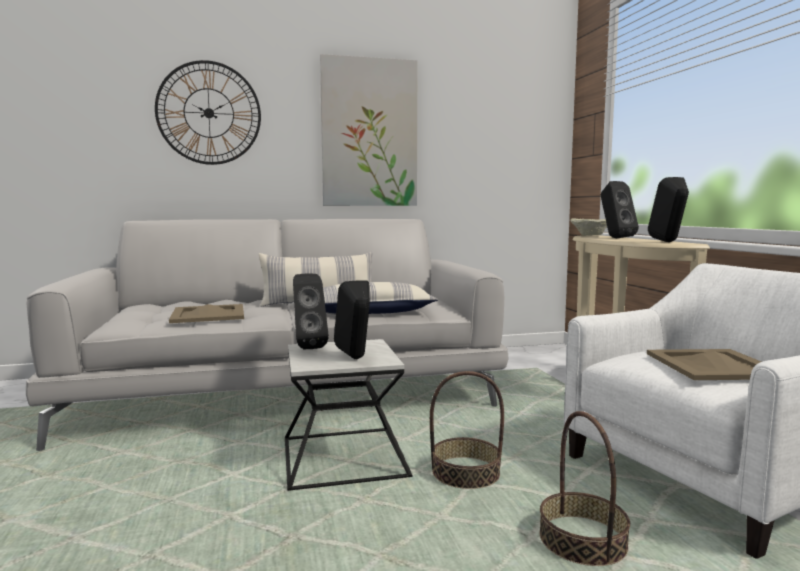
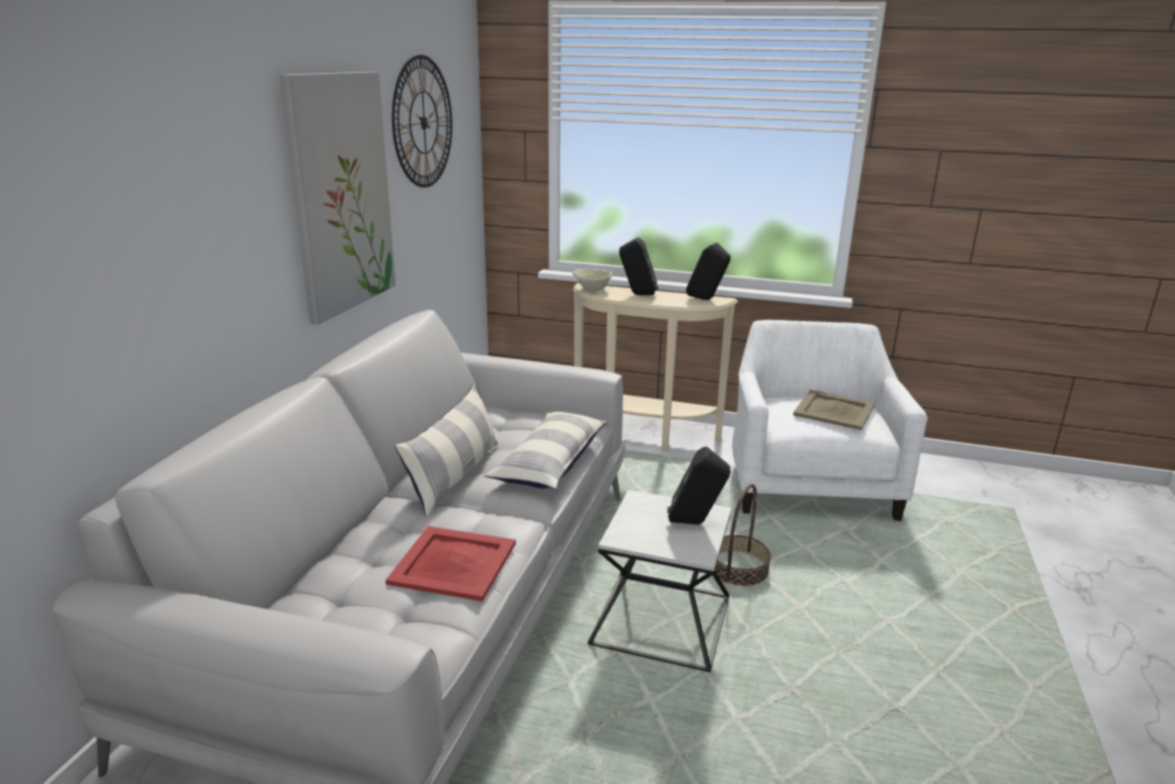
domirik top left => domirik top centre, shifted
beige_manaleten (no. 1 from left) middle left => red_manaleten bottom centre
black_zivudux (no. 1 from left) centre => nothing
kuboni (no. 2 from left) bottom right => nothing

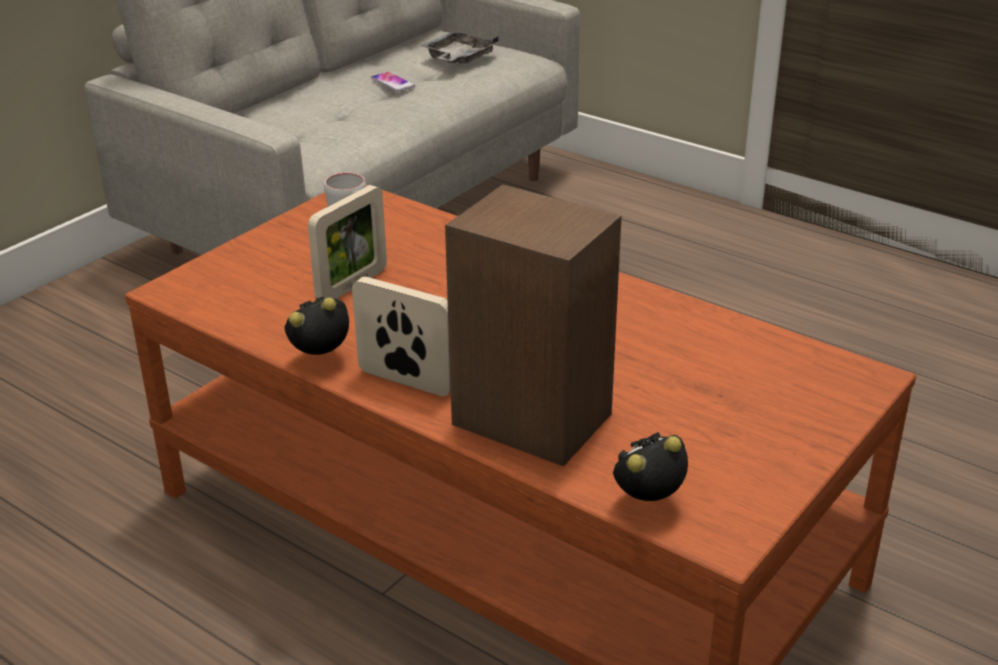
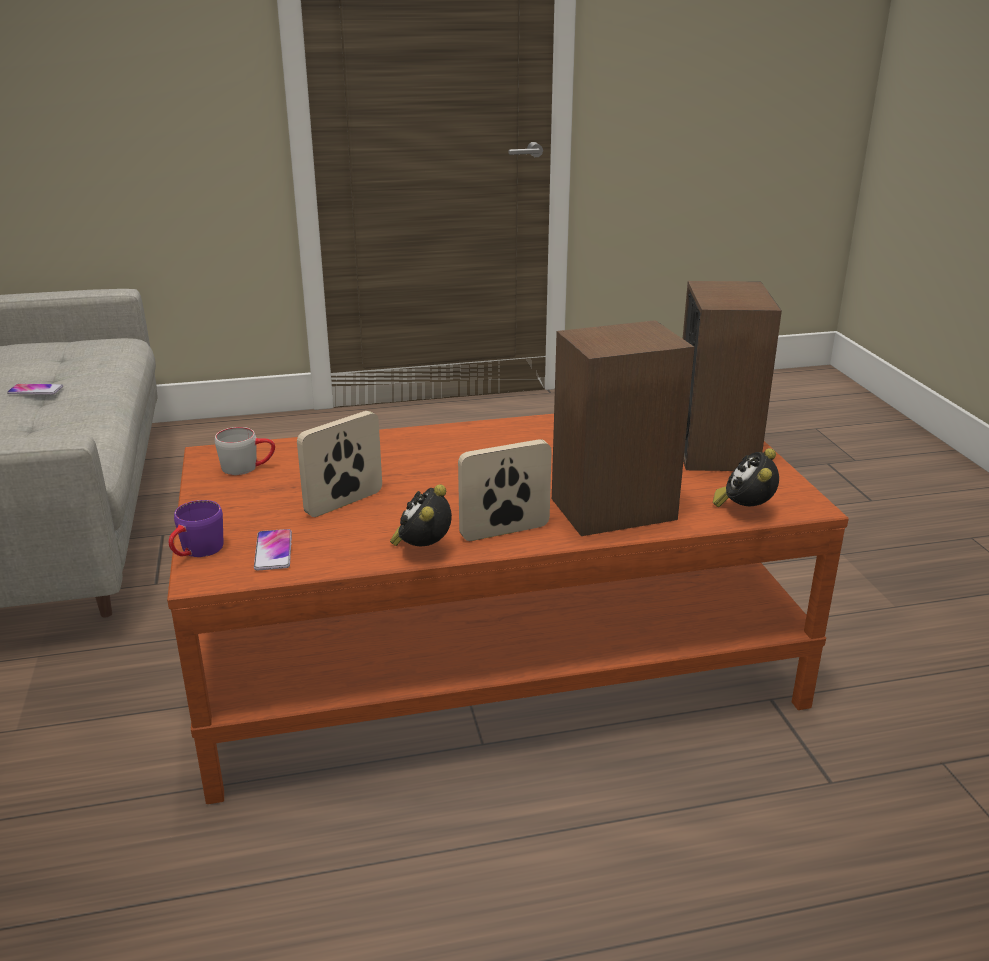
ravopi (no. 1 from left) centre, 120 degrees counterclockwise
grey_manaleten top centre => nothing
nothing => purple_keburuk middle left
nothing => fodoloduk (no. 2 from left) middle left
nothing => zivudux (no. 2 from left) middle right

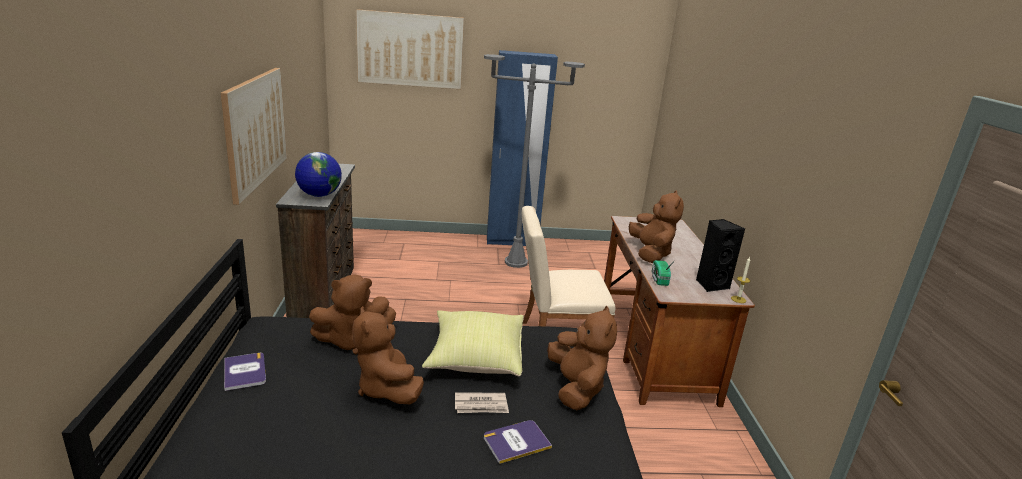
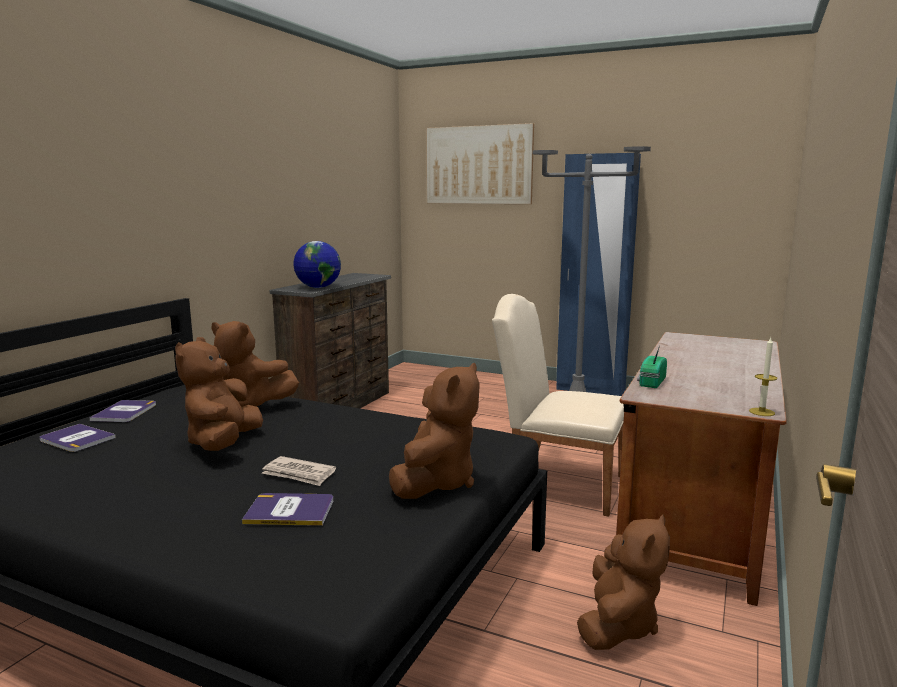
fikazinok (no. 1 from left) top left => nothing
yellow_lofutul bottom centre => nothing
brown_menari (no. 4 from left) centre => brown_menari (no. 4 from left) bottom right, shifted
black_zivudux middle right => nothing
nothing => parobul (no. 1 from left) middle left

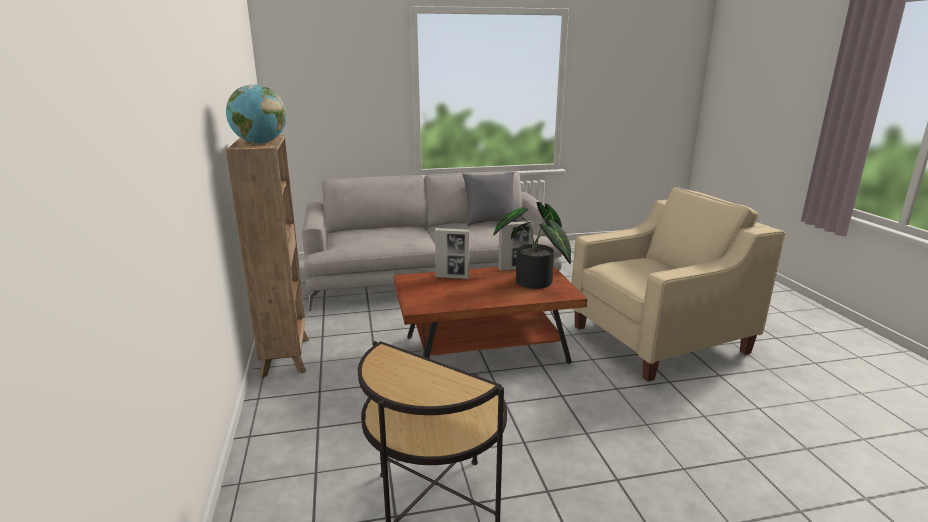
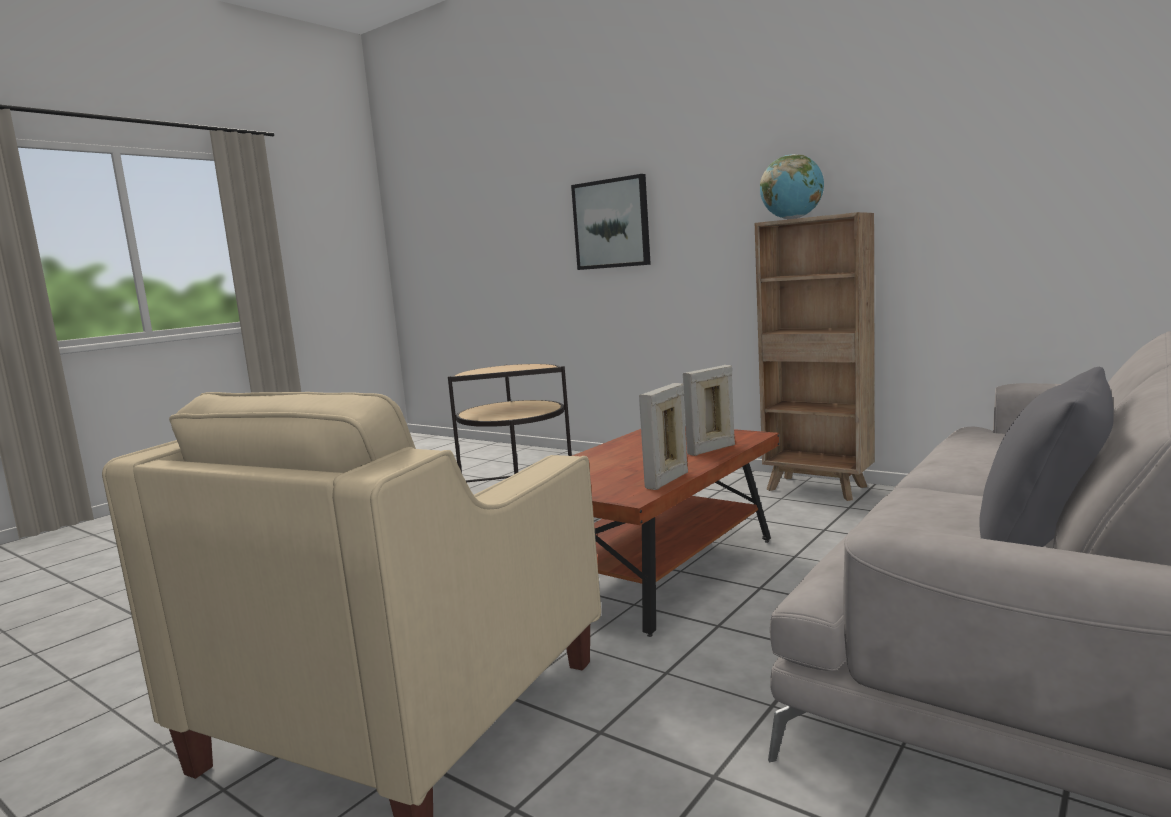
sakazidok centre => nothing
nothing => fikazinok top centre

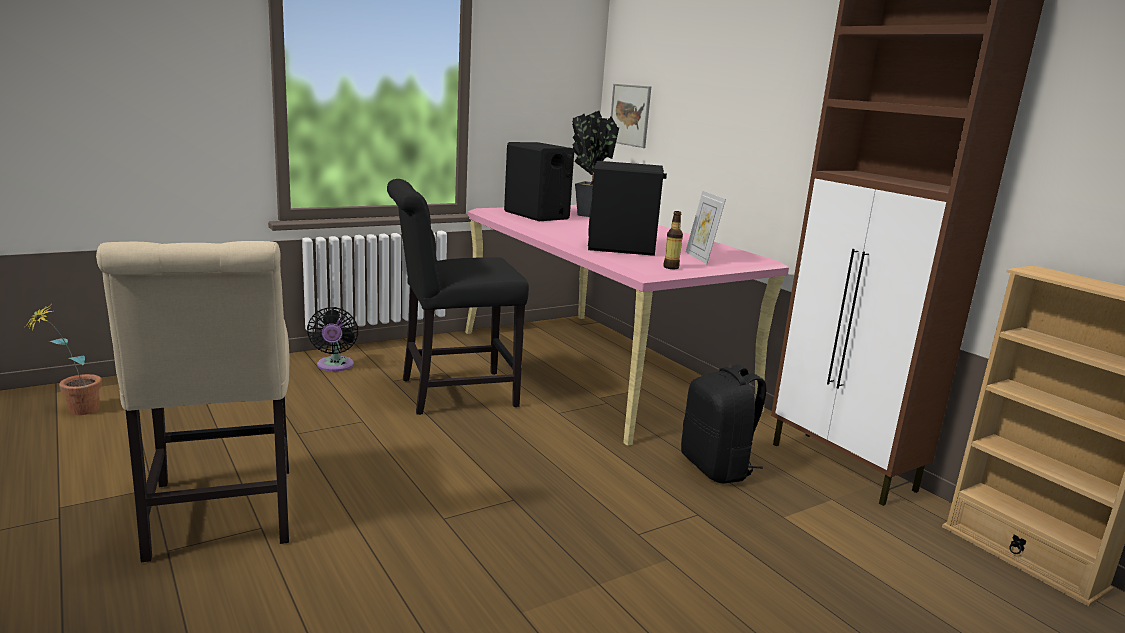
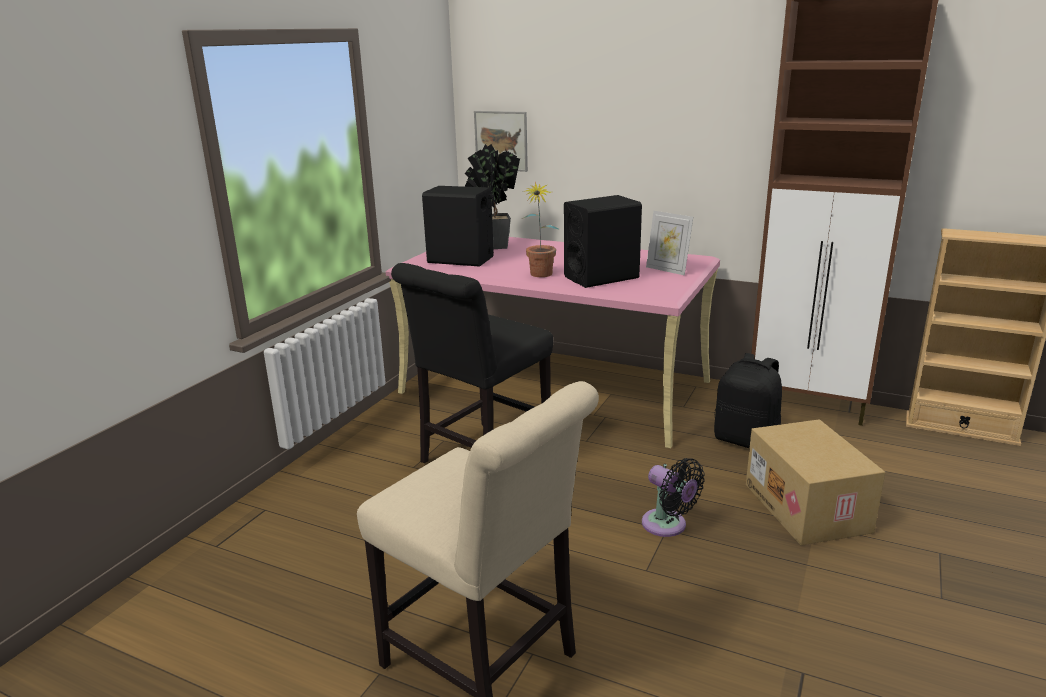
sakazidok (no. 1 from left in the first image) middle left => sakazidok (no. 2 from left) top centre, shifted
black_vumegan middle left => black_vumegan bottom centre, shifted
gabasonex centre => nothing
nothing => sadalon bottom right

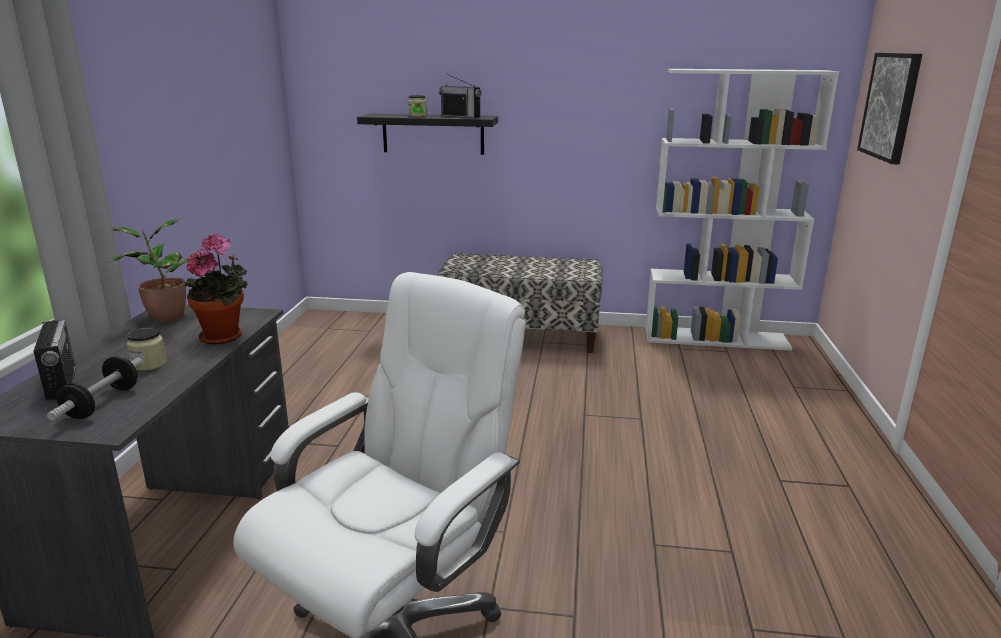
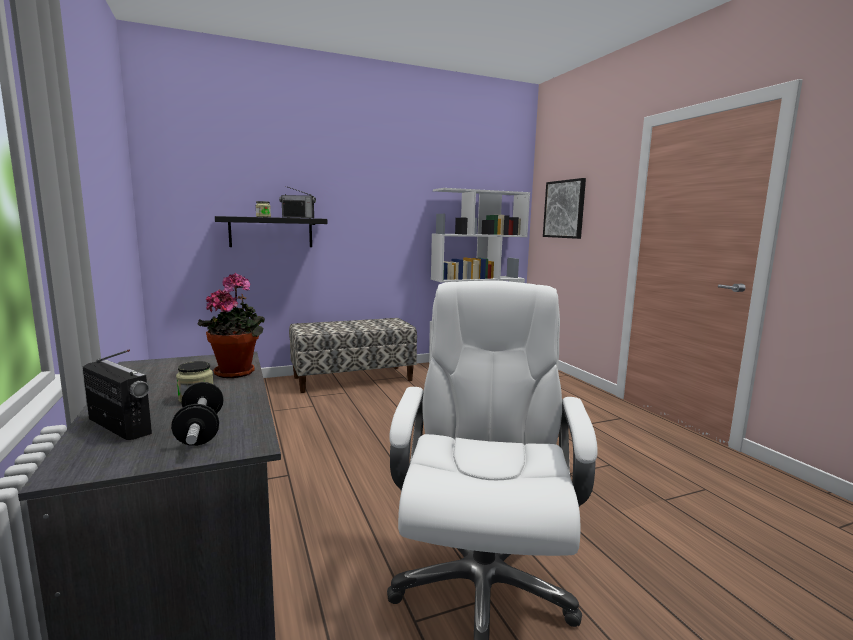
sakazidok (no. 1 from left) middle left => nothing

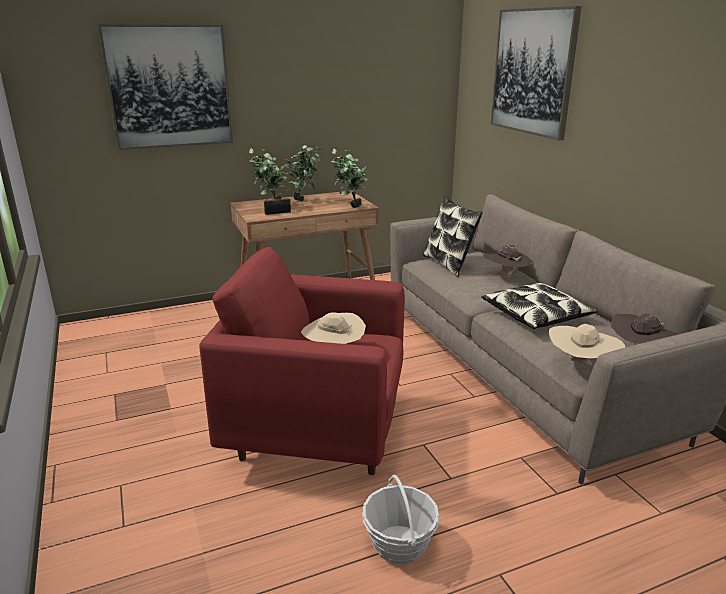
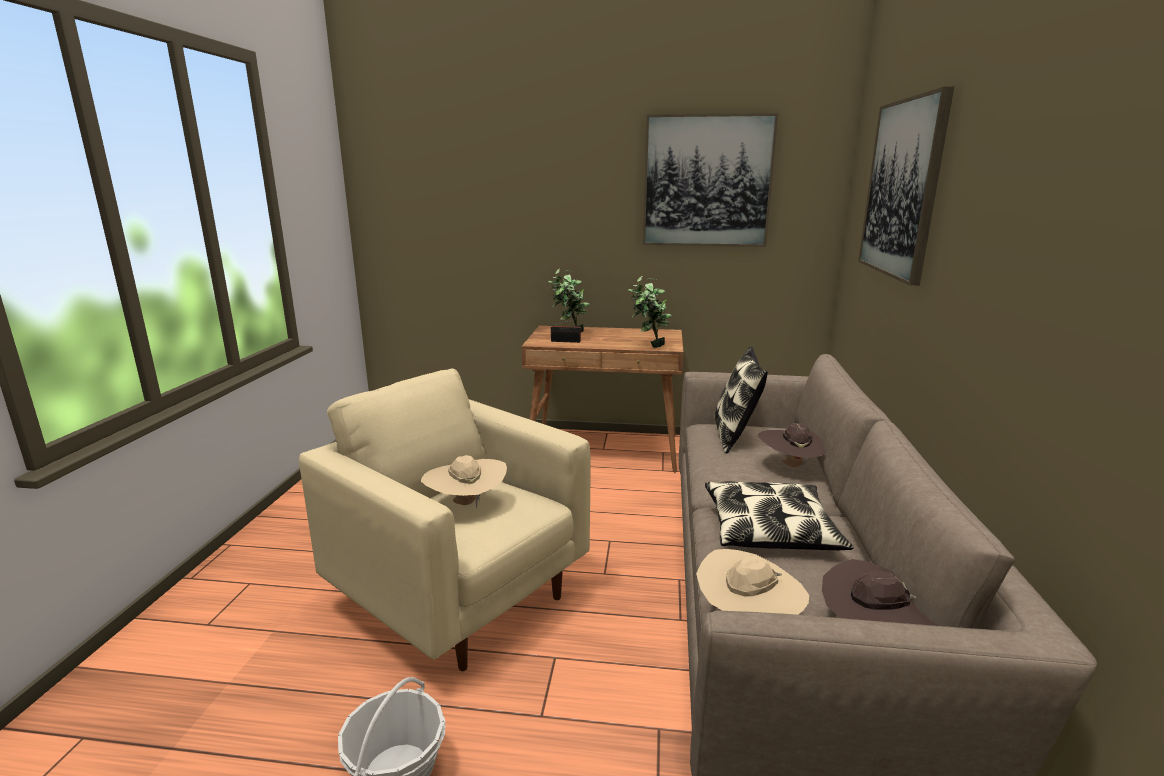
fikazinok (no. 1 from left) top left => fikazinok (no. 1 from left) top centre, shifted
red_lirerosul centre => beige_lirerosul bottom centre
sakazidok (no. 2 from left) top centre => nothing

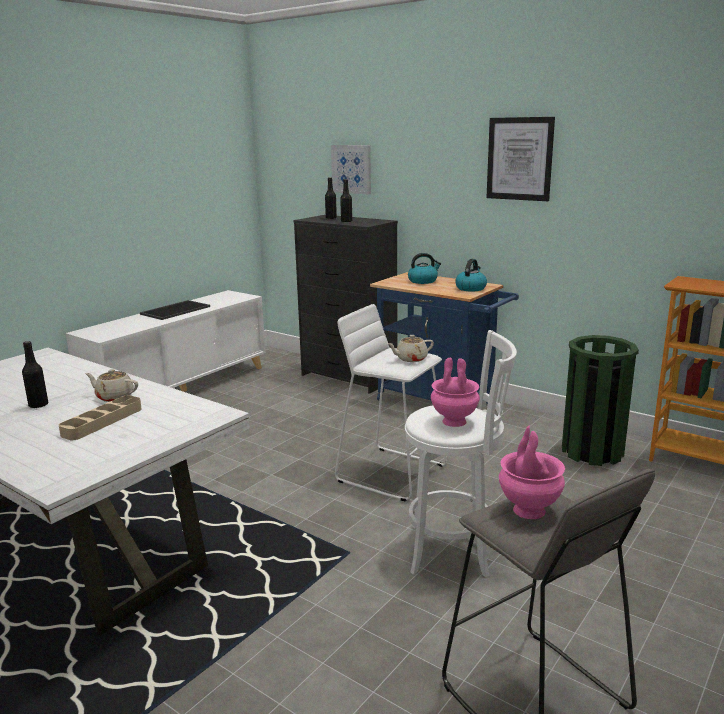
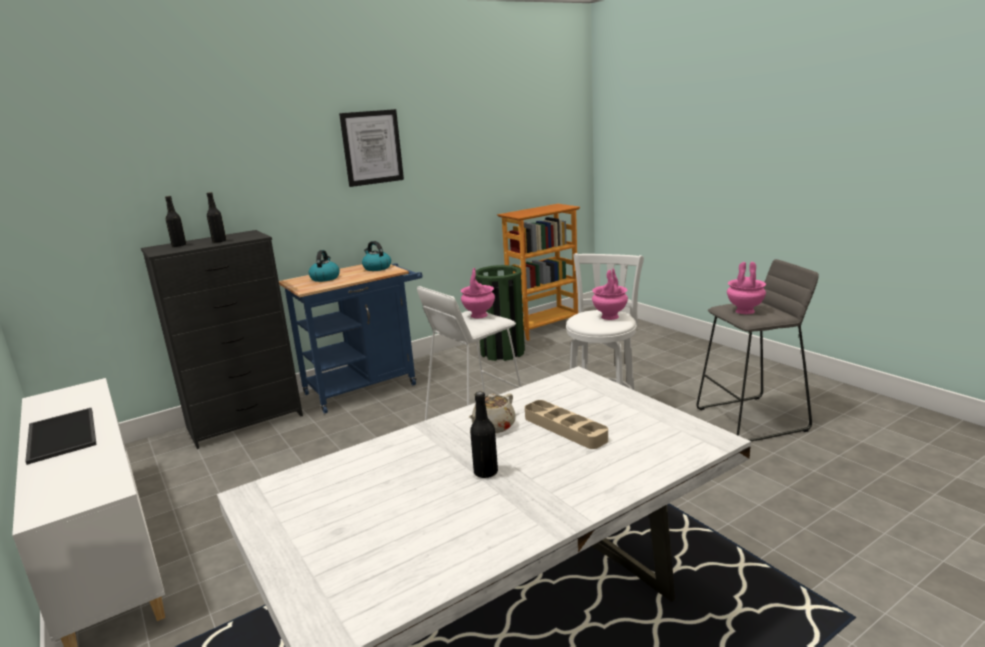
fikazinok (no. 1 from left) top centre => nothing
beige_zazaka (no. 2 from left) centre => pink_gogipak (no. 1 from left) centre

